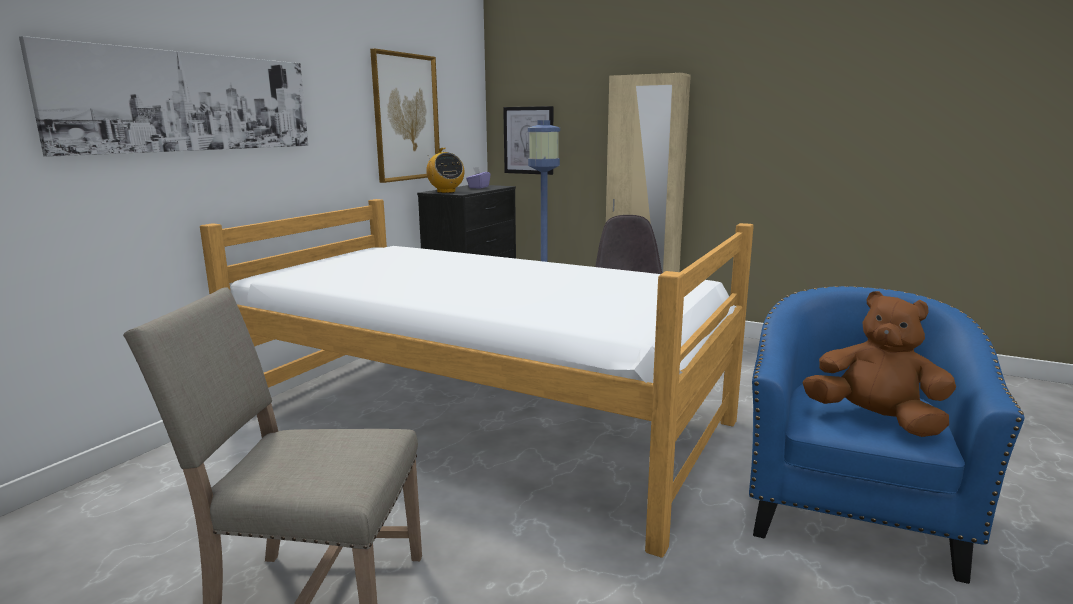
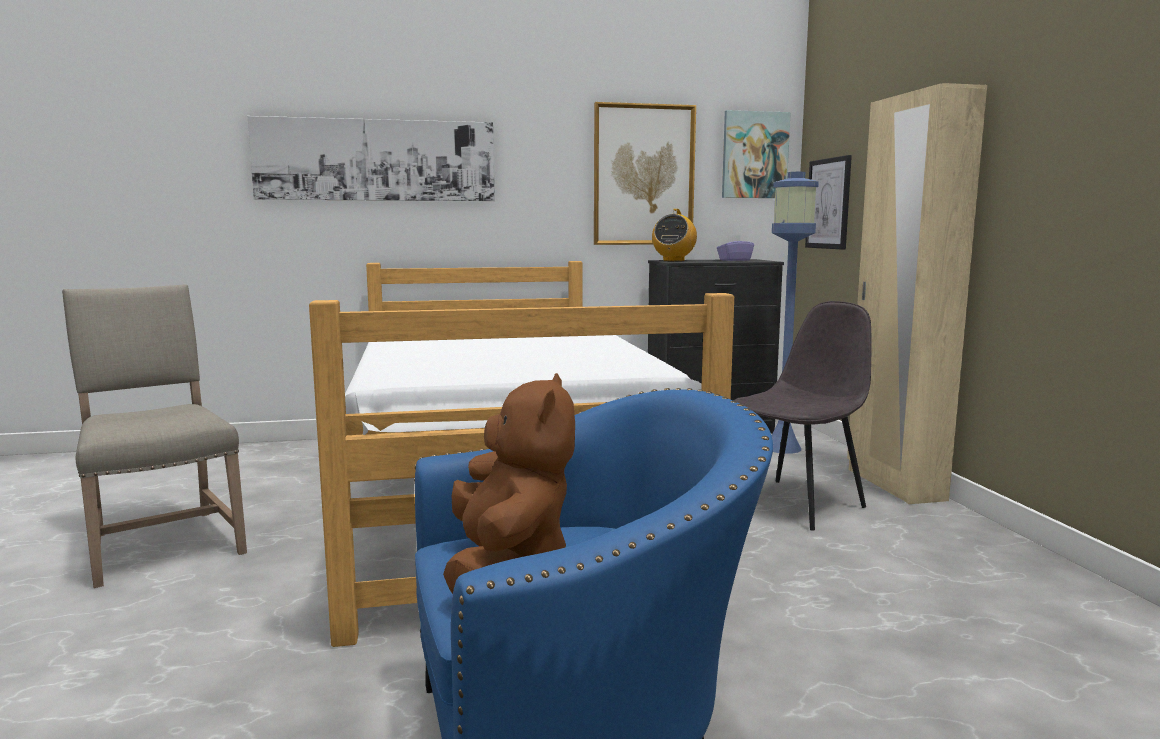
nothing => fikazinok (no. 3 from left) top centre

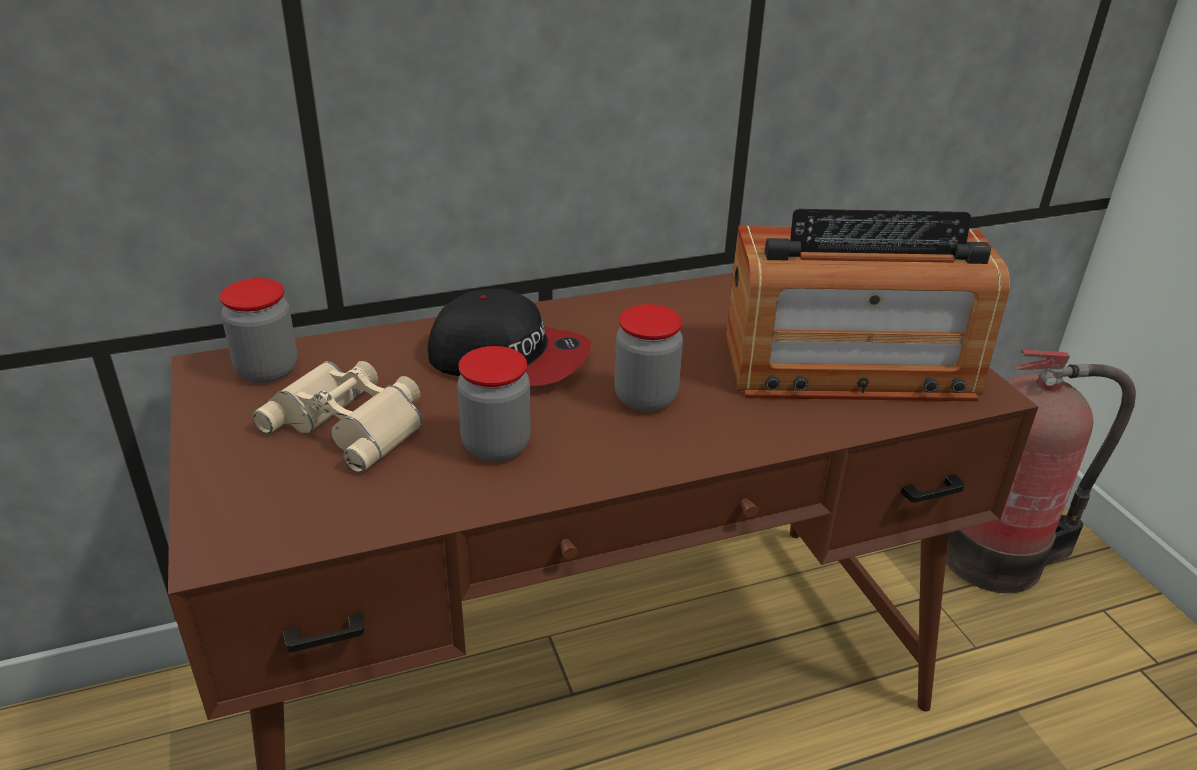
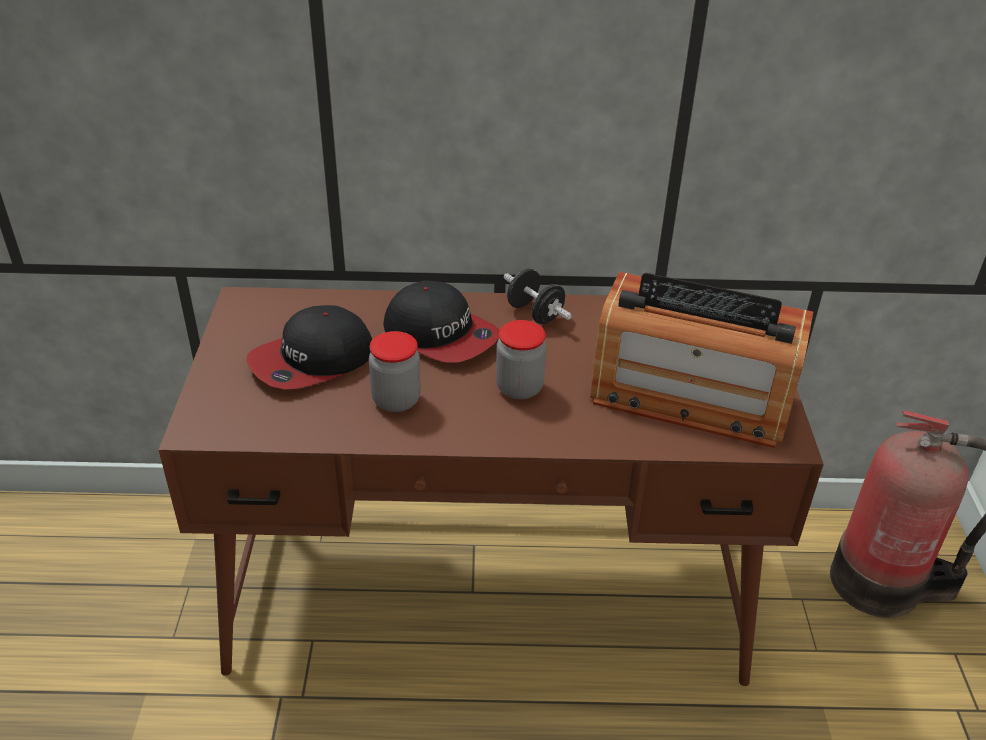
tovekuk (no. 1 from left) middle left => nothing
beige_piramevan middle left => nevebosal (no. 1 from left) middle left
nothing => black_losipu centre

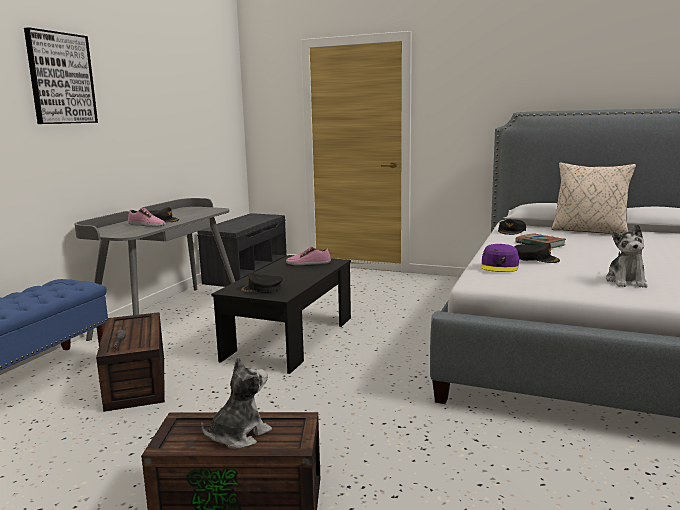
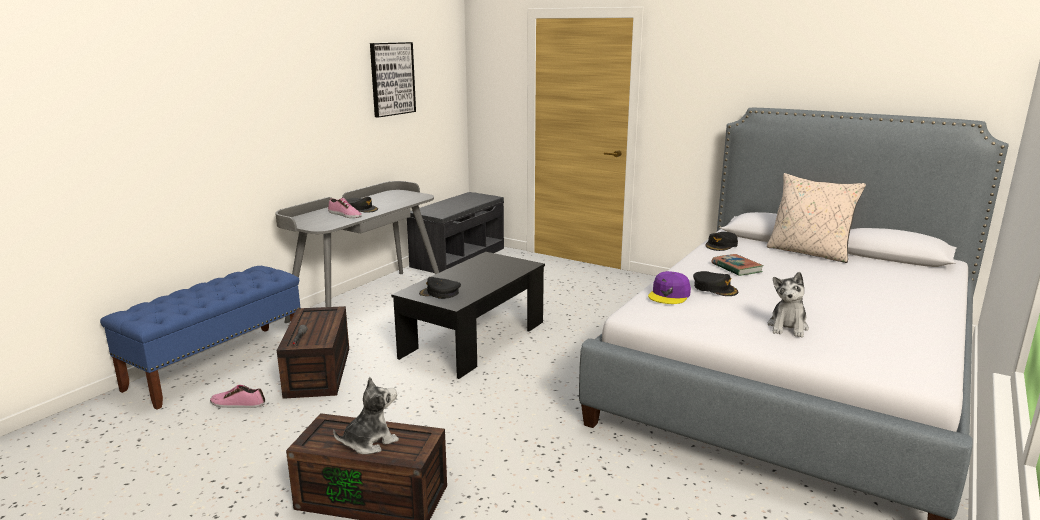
fikazinok top left => fikazinok top centre, shifted
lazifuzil (no. 2 from left in the first image) centre => lazifuzil (no. 1 from left) bottom left, shifted

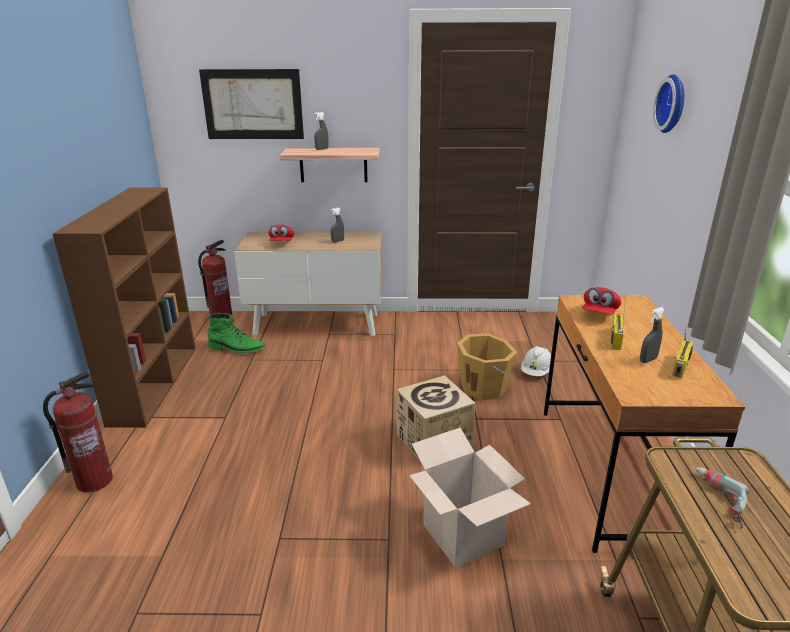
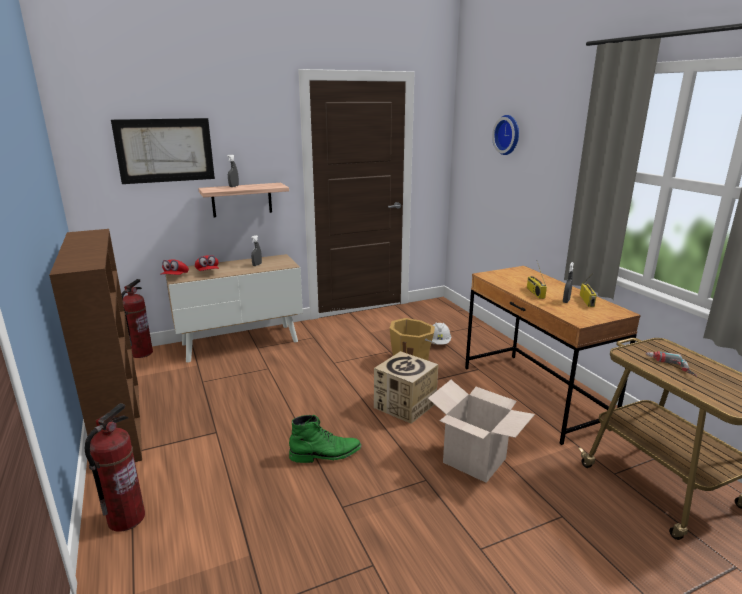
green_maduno middle left => green_maduno bottom centre, shifted
red_nevebosal (no. 2 from left in the first image) middle right => red_nevebosal (no. 1 from left) middle left, shifted

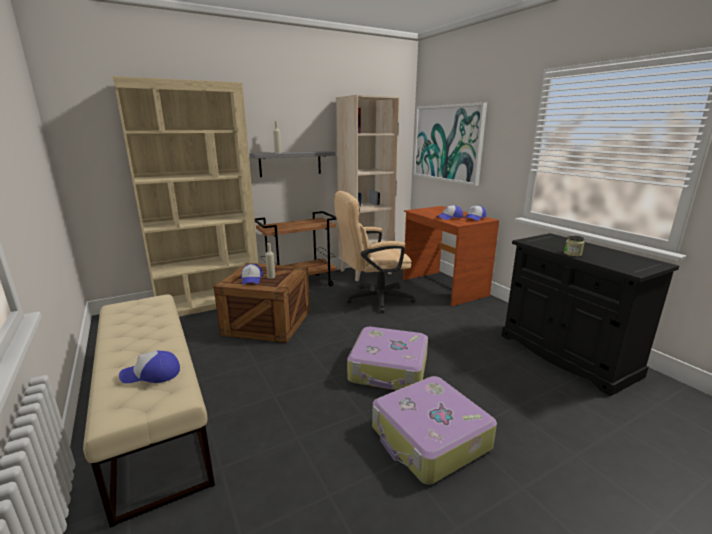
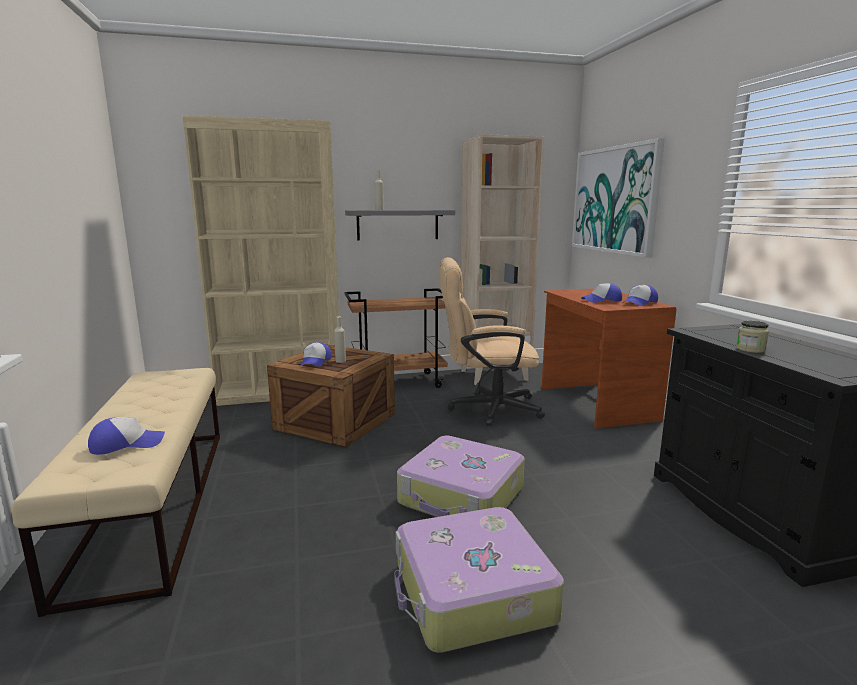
nevebosal (no. 1 from left) bottom left => nevebosal (no. 1 from left) middle left, 150 degrees clockwise

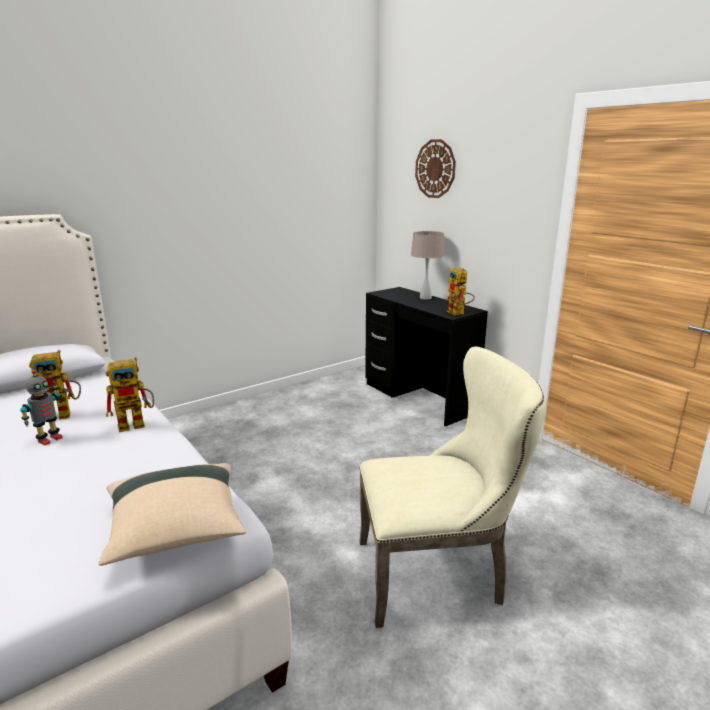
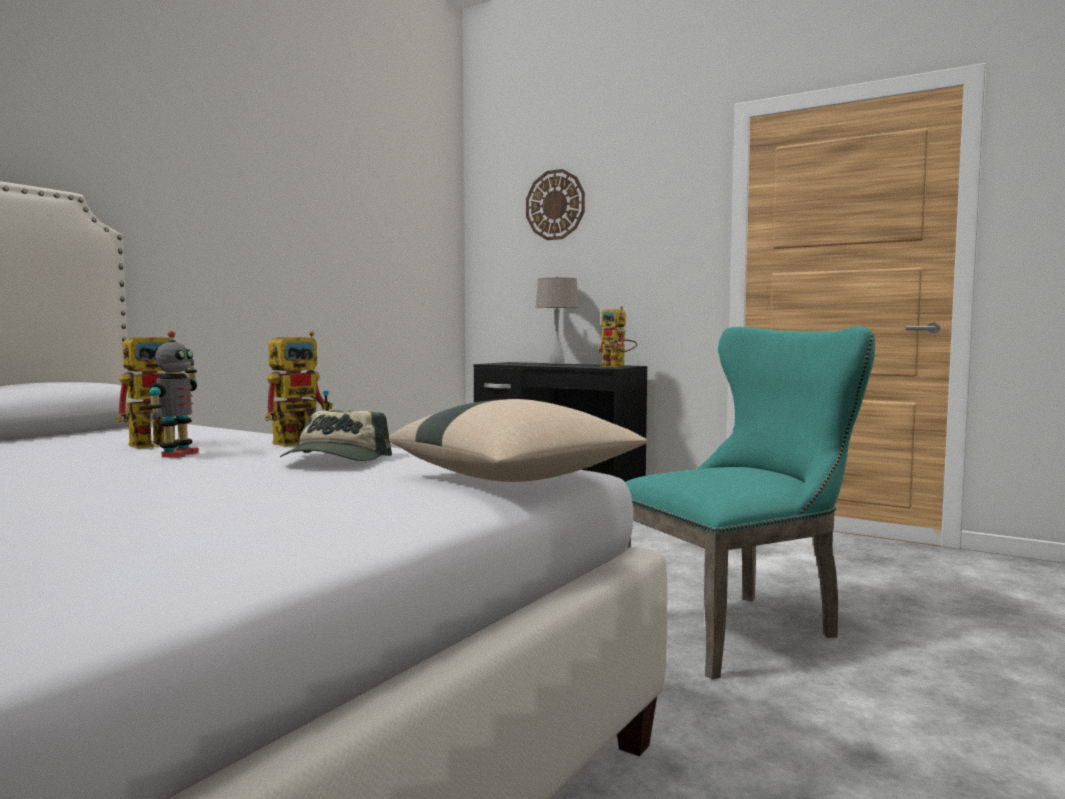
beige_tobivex bottom centre => turquoise_tobivex middle right
nothing => nevebosal middle left

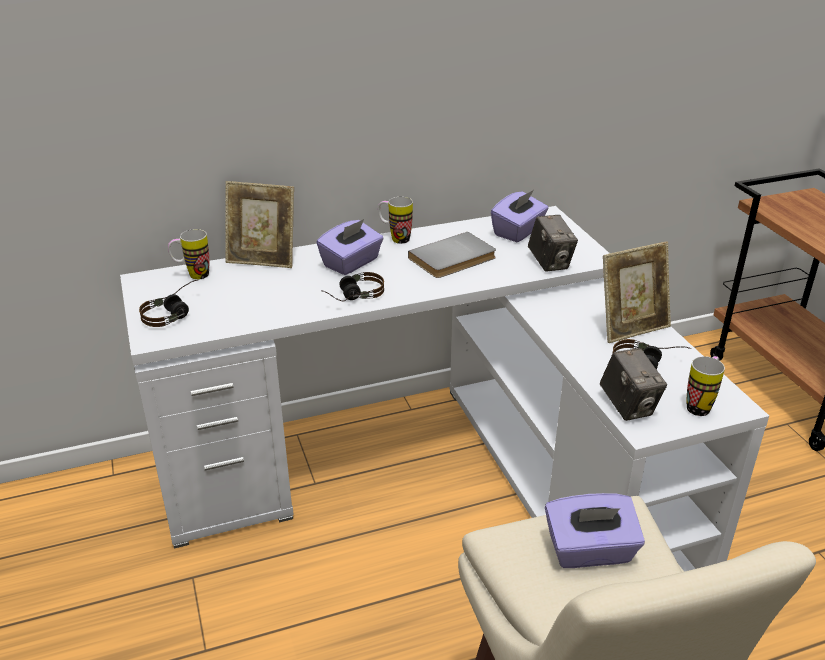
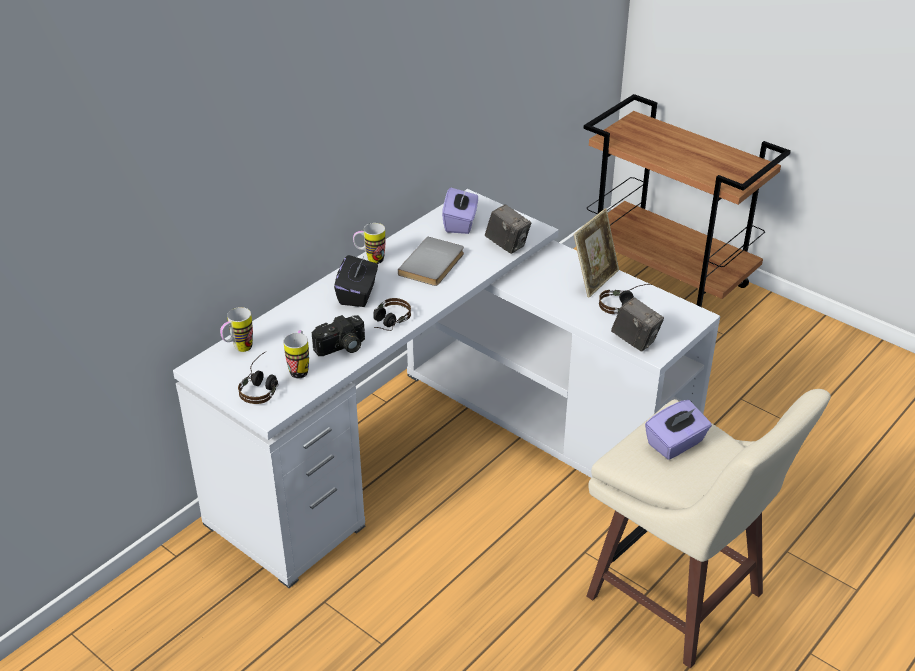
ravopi (no. 1 from left) middle left => nothing
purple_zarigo (no. 1 from left) centre => black_zarigo centre
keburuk (no. 3 from left in the first image) middle right => keburuk (no. 2 from left) middle left, shifted
nothing => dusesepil (no. 1 from left) centre

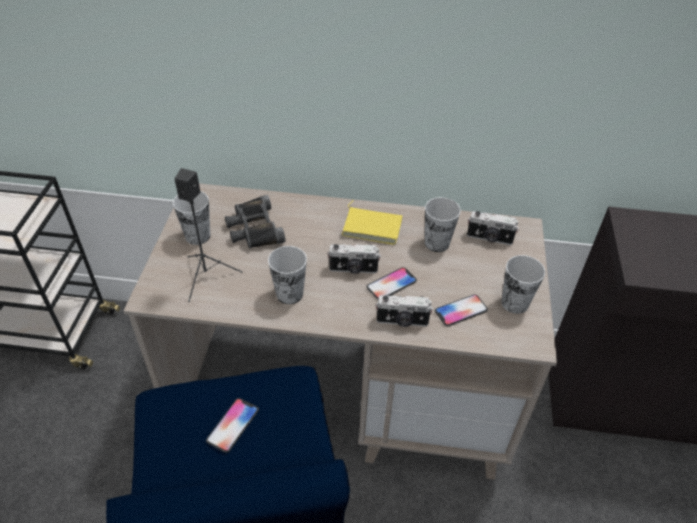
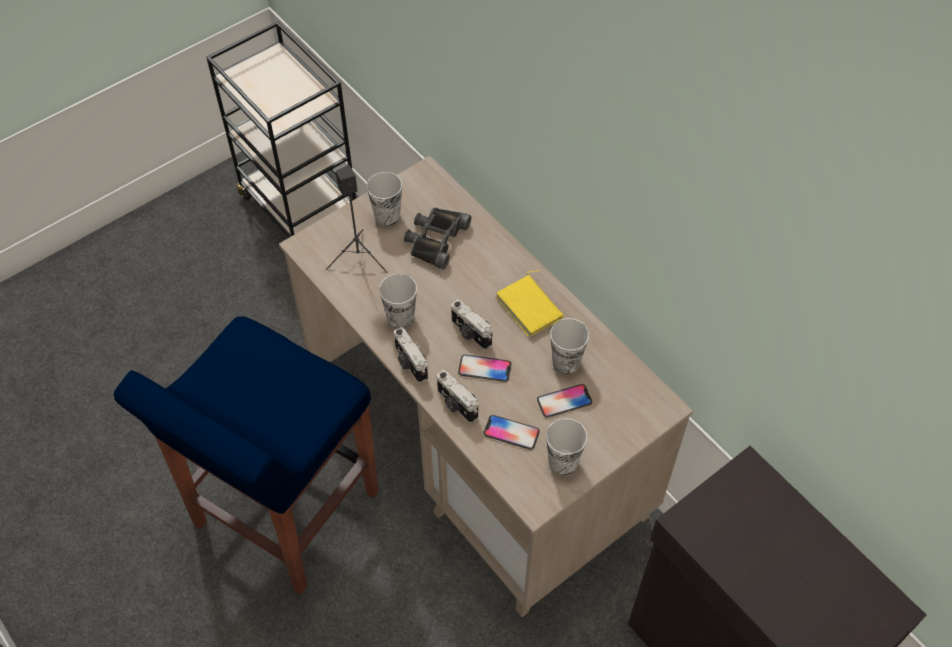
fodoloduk (no. 1 from left in the first image) bottom left => fodoloduk (no. 3 from left) centre, shifted
dusesepil (no. 3 from left in the first image) middle right => dusesepil (no. 1 from left) centre, shifted

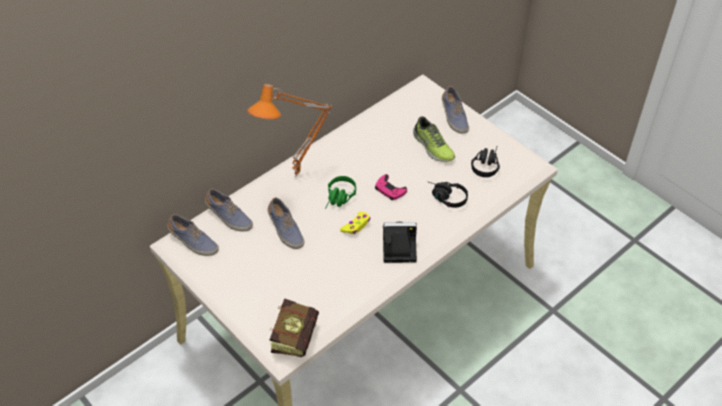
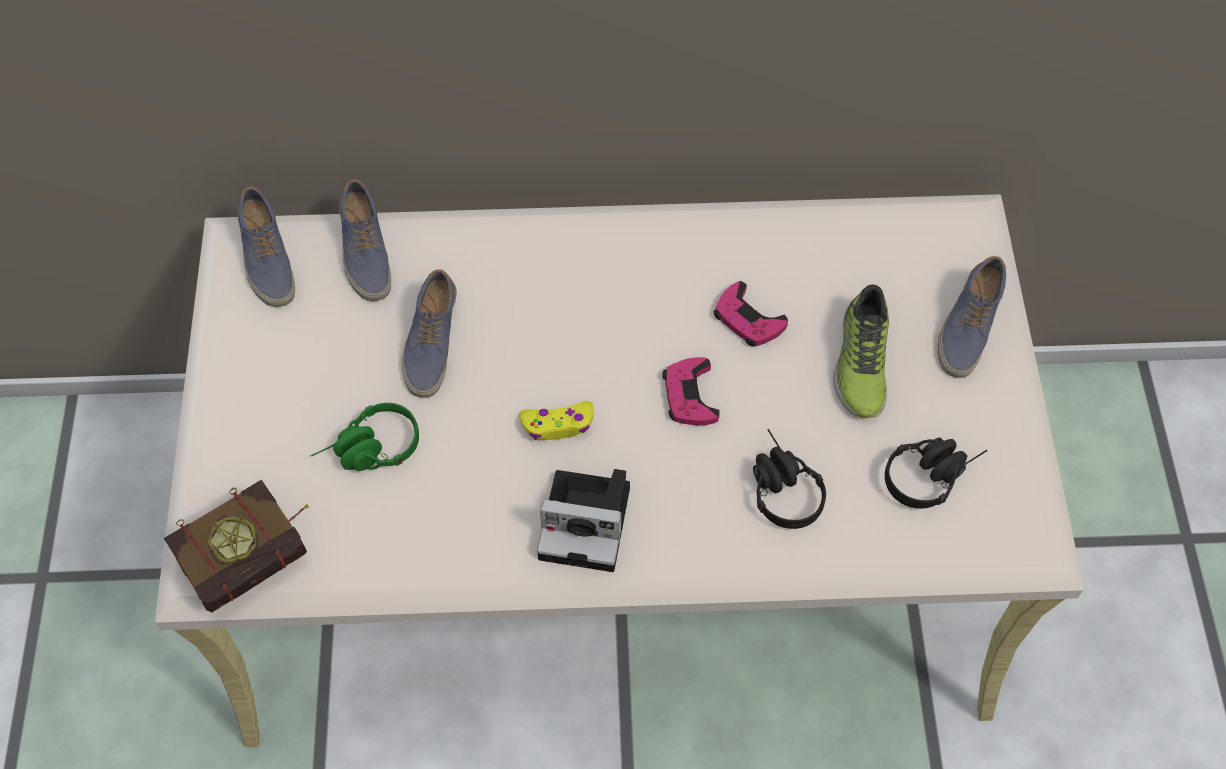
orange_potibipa top centre => nothing
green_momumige centre => green_momumige middle left, shifted
dusesepil centre => dusesepil bottom centre, 150 degrees clockwise
nothing => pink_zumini (no. 2 from left) centre

